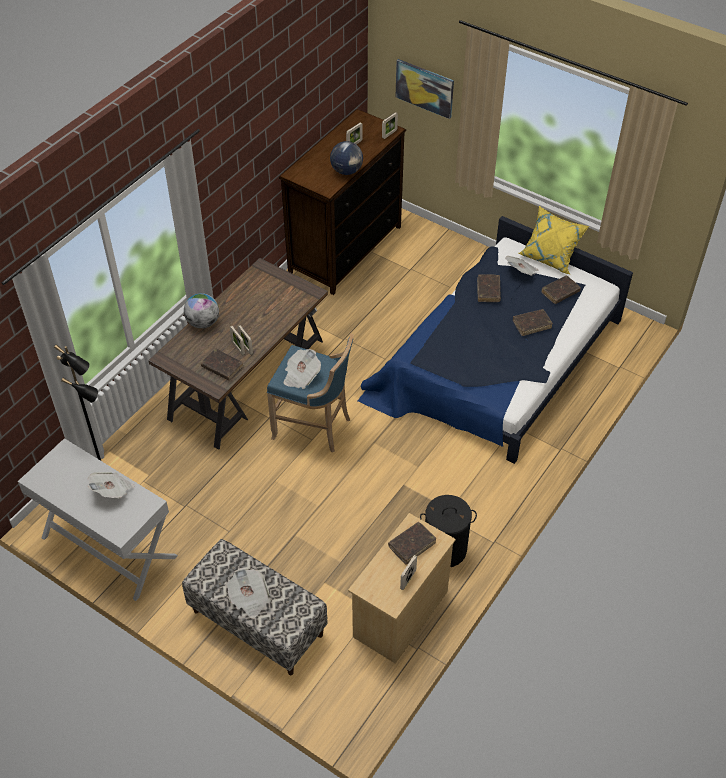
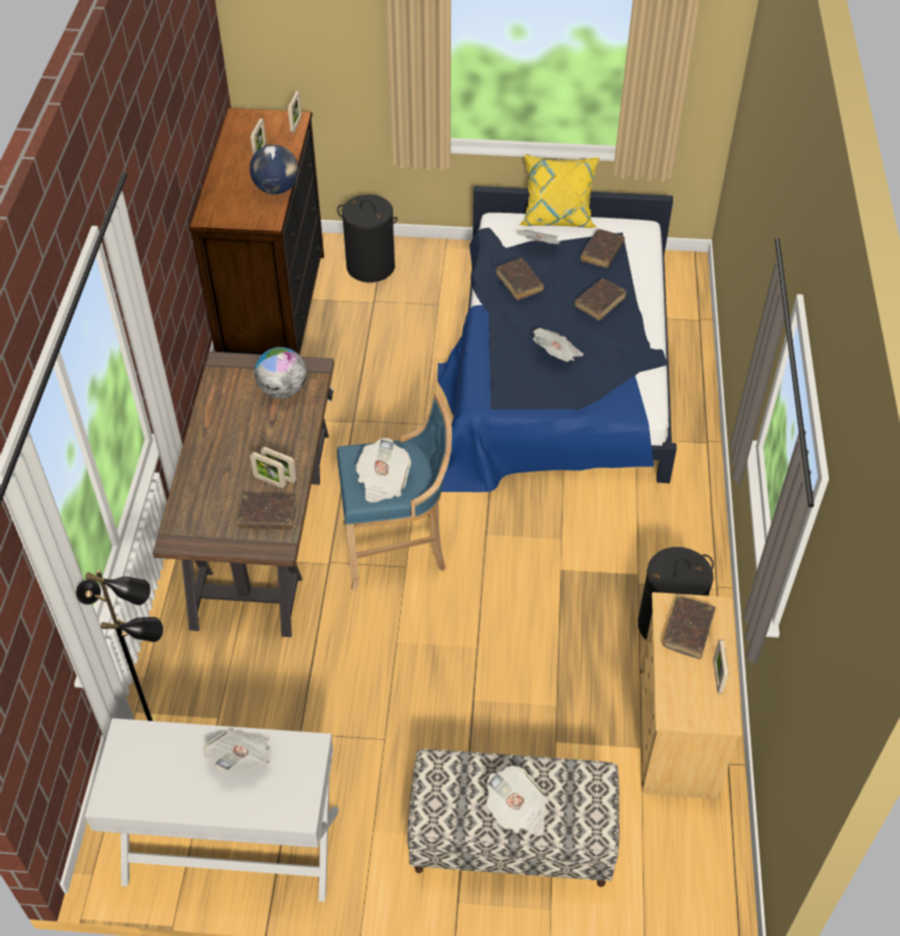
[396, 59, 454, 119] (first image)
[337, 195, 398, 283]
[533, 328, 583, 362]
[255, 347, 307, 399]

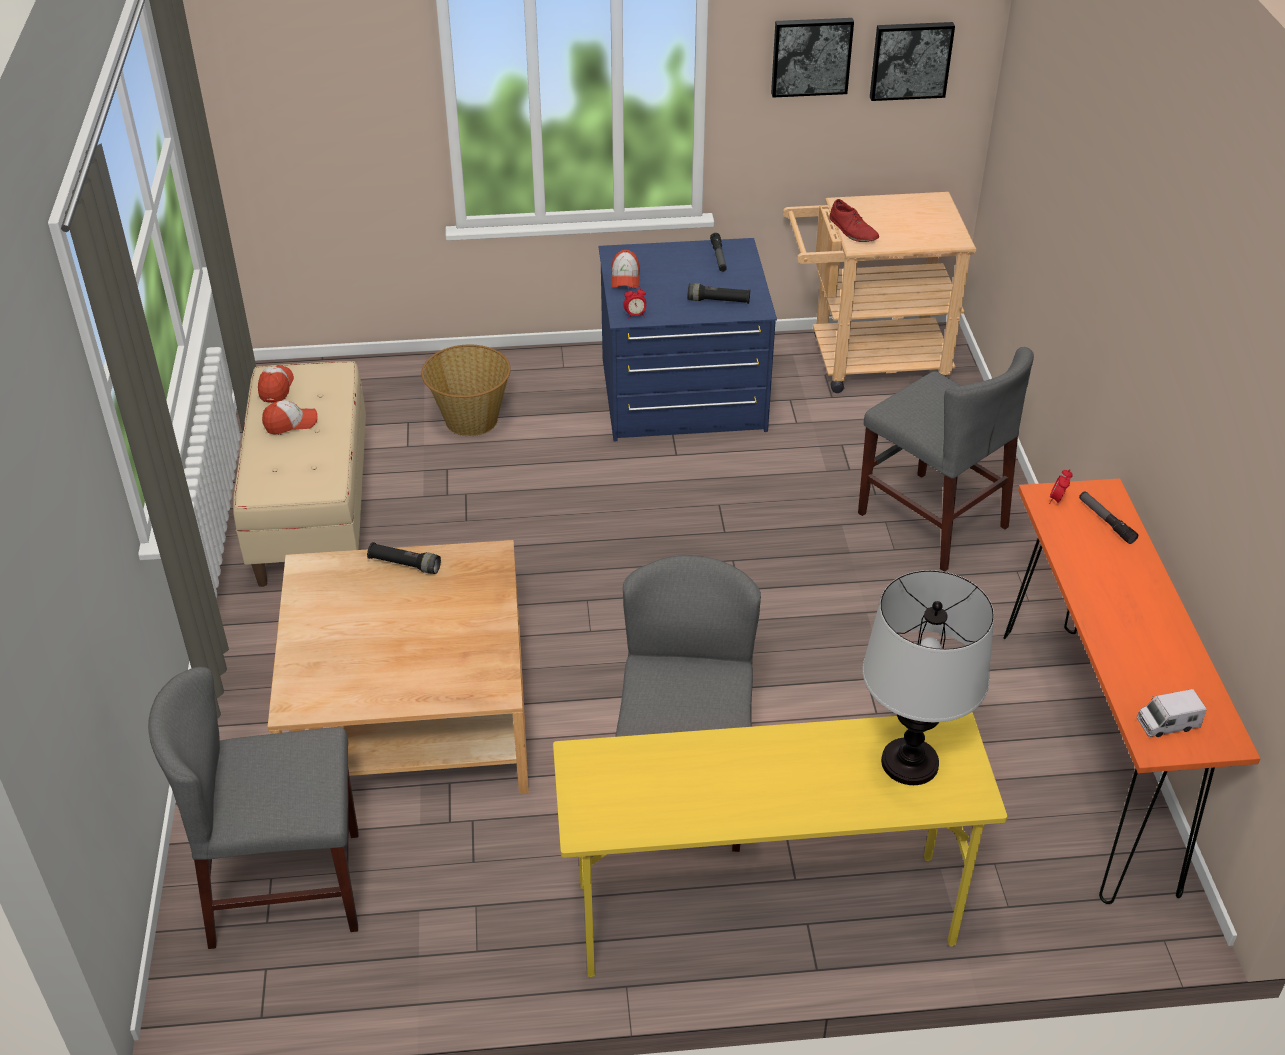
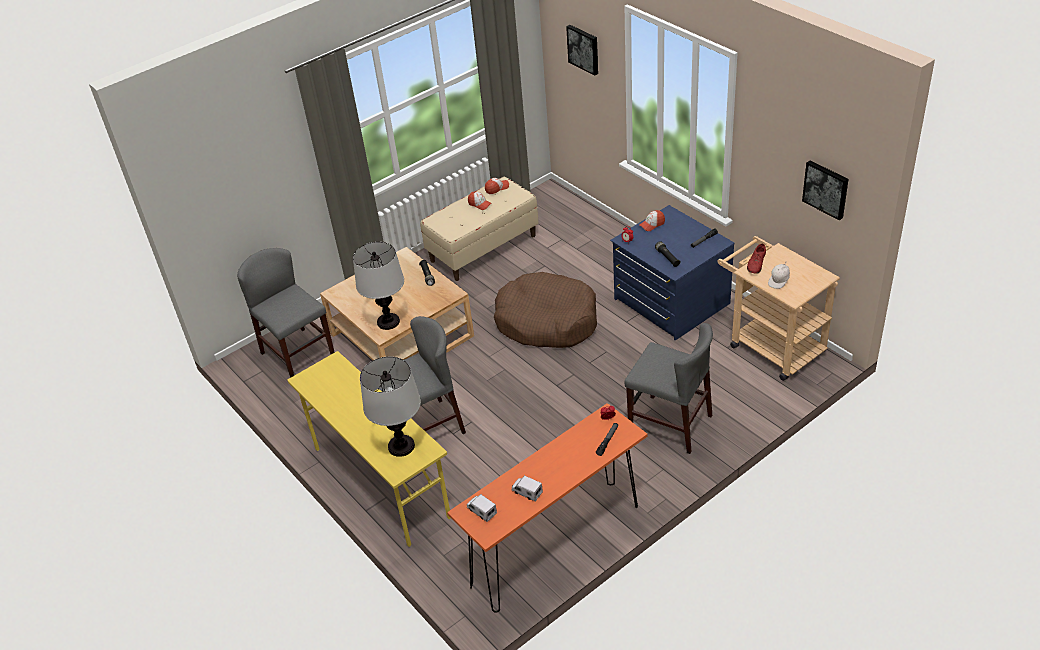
[421, 345, 511, 436] (first image)
[353, 242, 404, 330]
[494, 272, 597, 348]
[512, 476, 543, 501]
[768, 263, 790, 289]
[566, 25, 598, 75]
[625, 323, 713, 454]

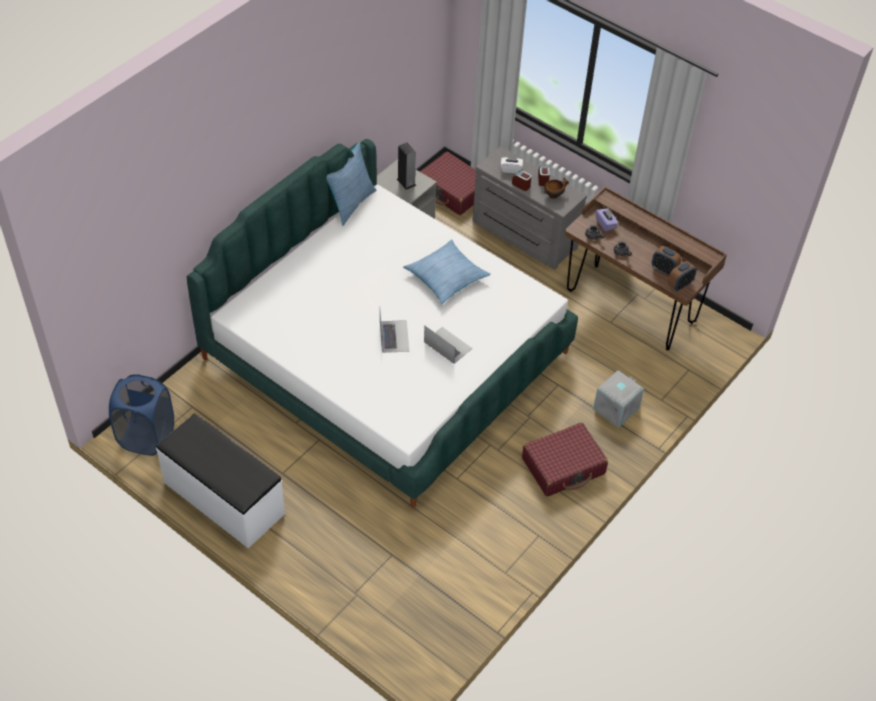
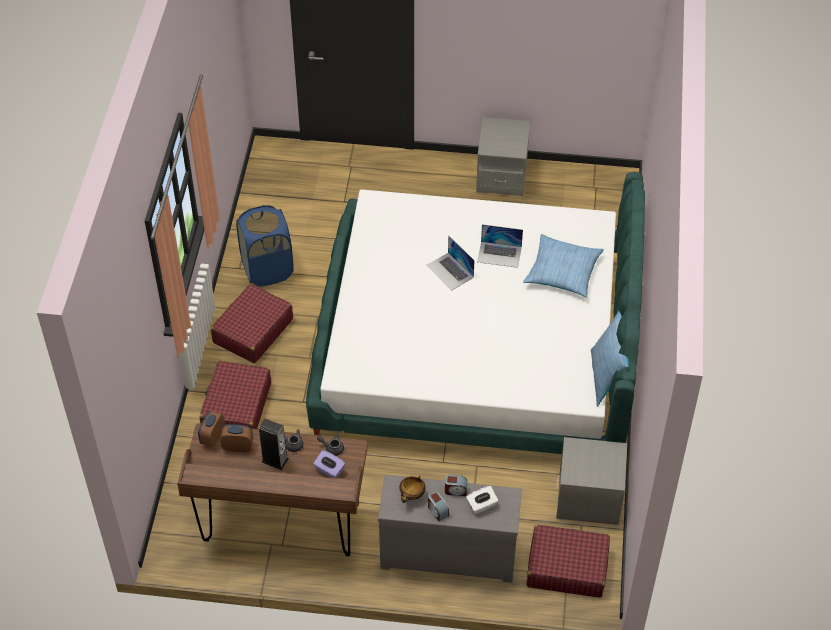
[236, 205, 294, 287]
[259, 419, 289, 470]
[523, 234, 604, 298]
[477, 224, 523, 268]
[476, 117, 530, 196]
[200, 361, 271, 429]

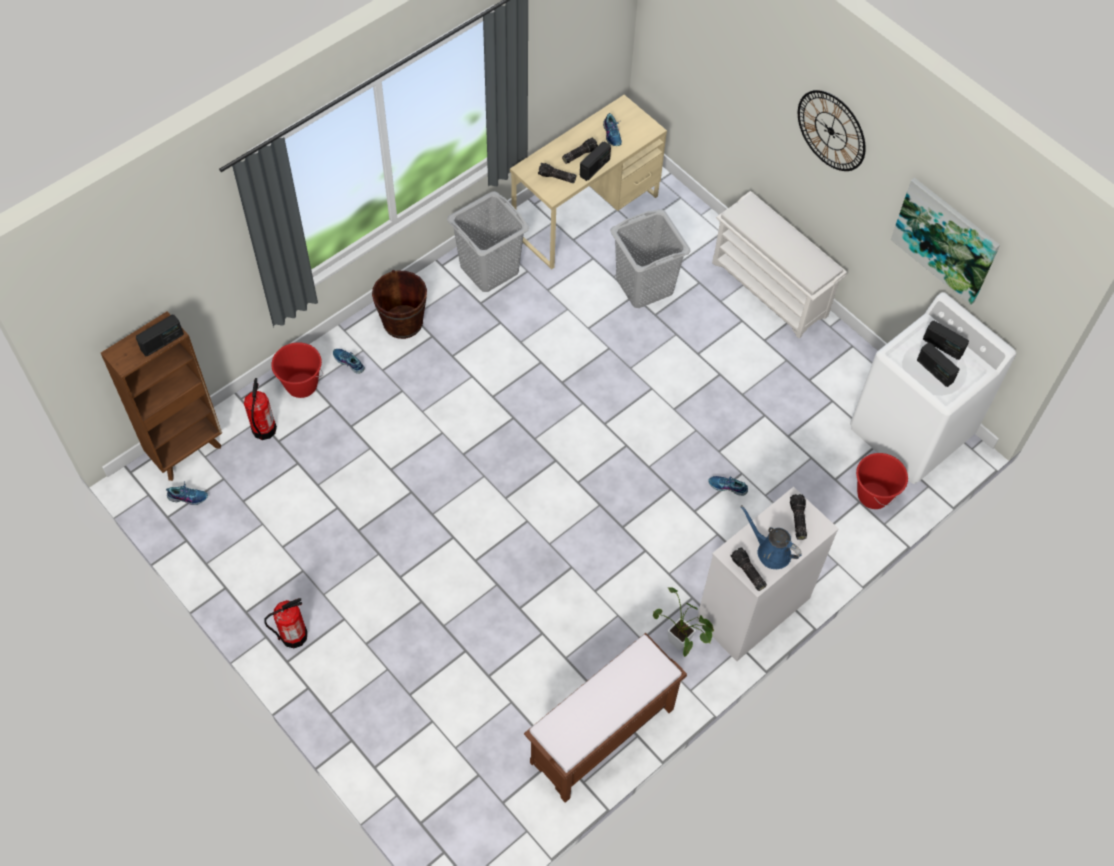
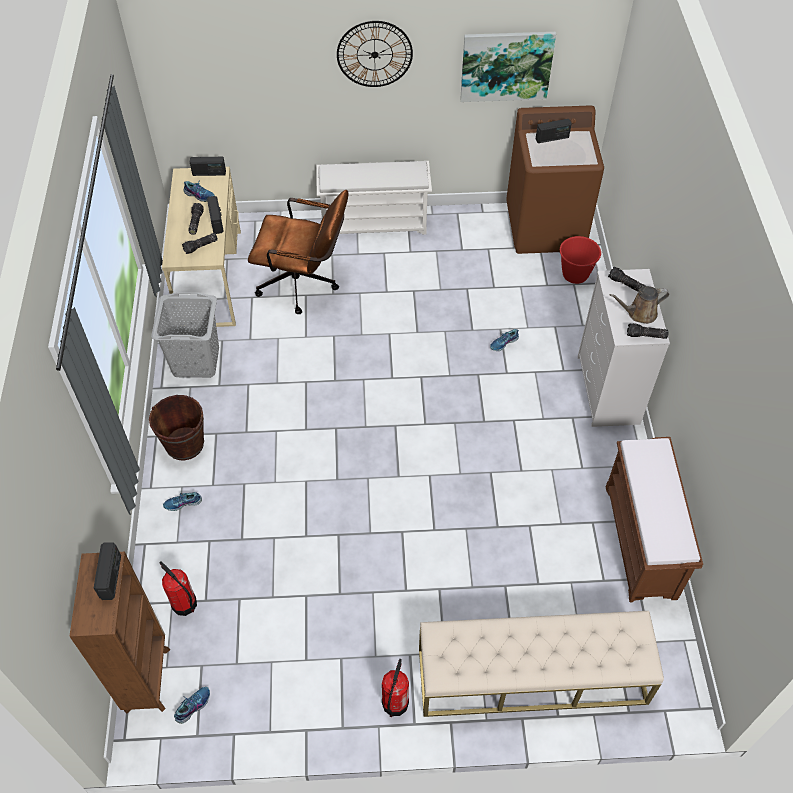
[272, 342, 323, 398] (first image)
[653, 587, 715, 657] (first image)
[419, 611, 664, 717]
[190, 157, 226, 176]
[248, 190, 349, 314]
[609, 286, 669, 324]
[506, 105, 604, 254]

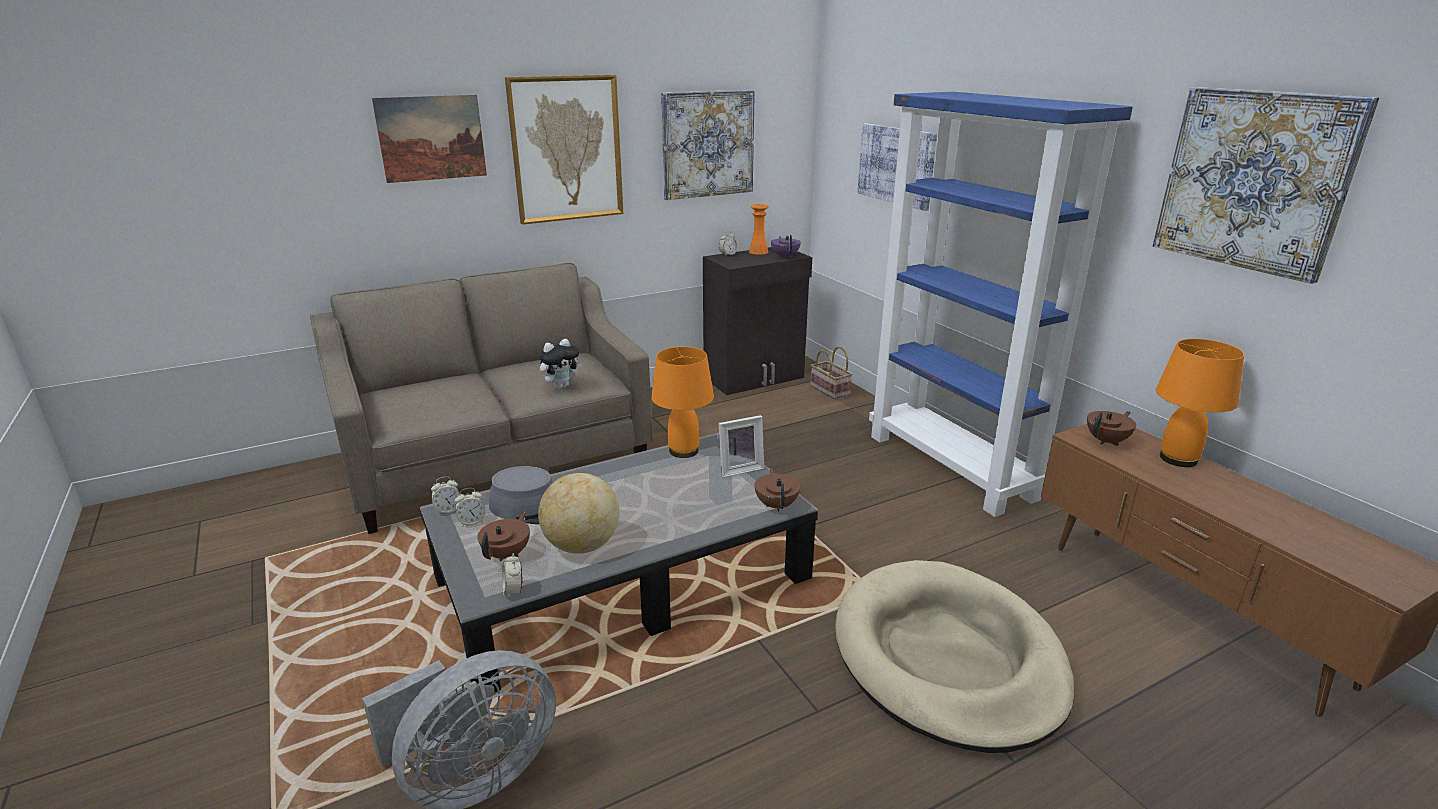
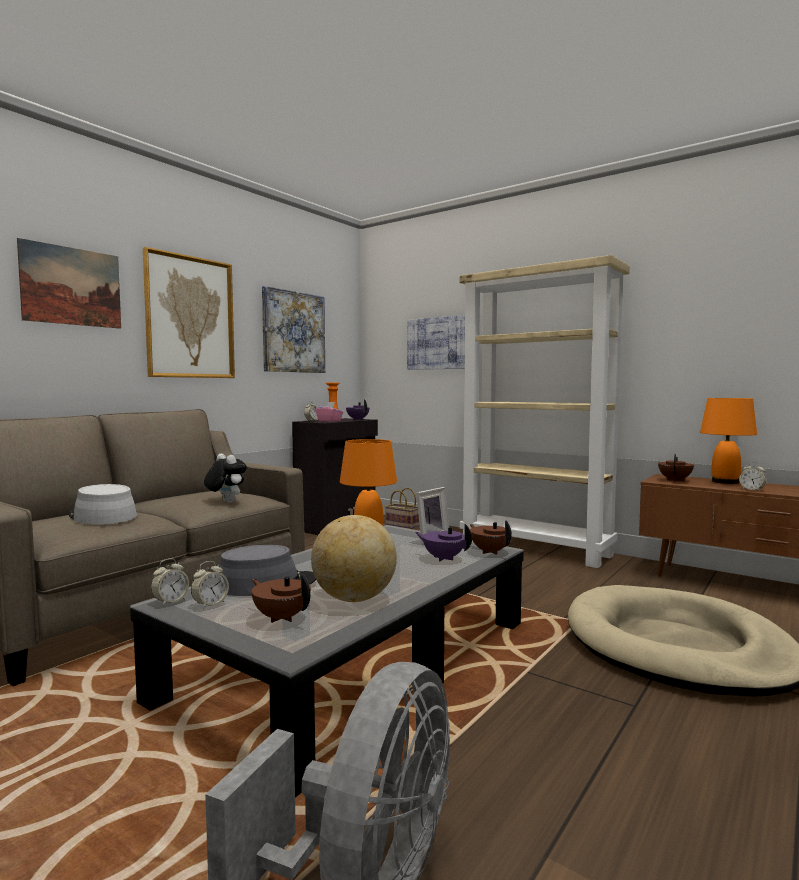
[1153, 87, 1379, 284] (first image)
[69, 484, 137, 525]
[316, 402, 343, 422]
[415, 524, 472, 561]
[739, 462, 766, 492]
[459, 255, 630, 568]
[251, 574, 311, 623]
[204, 454, 247, 503]

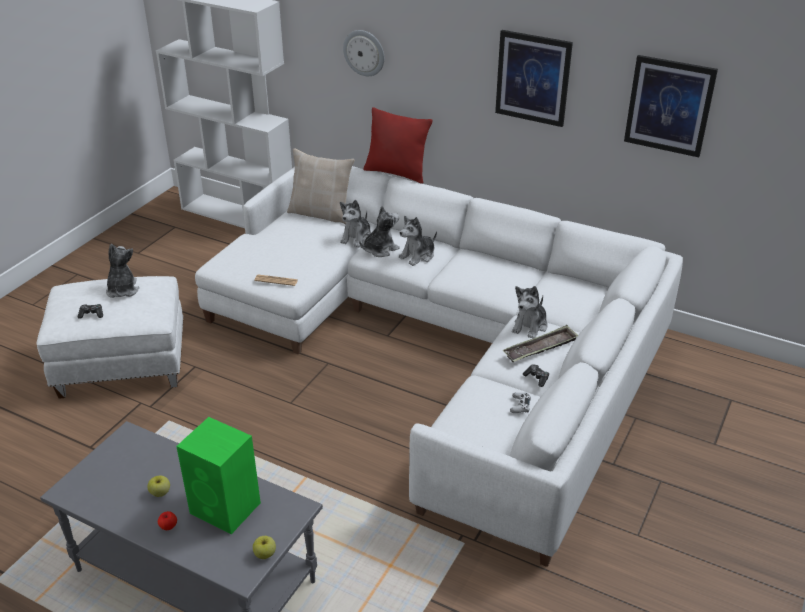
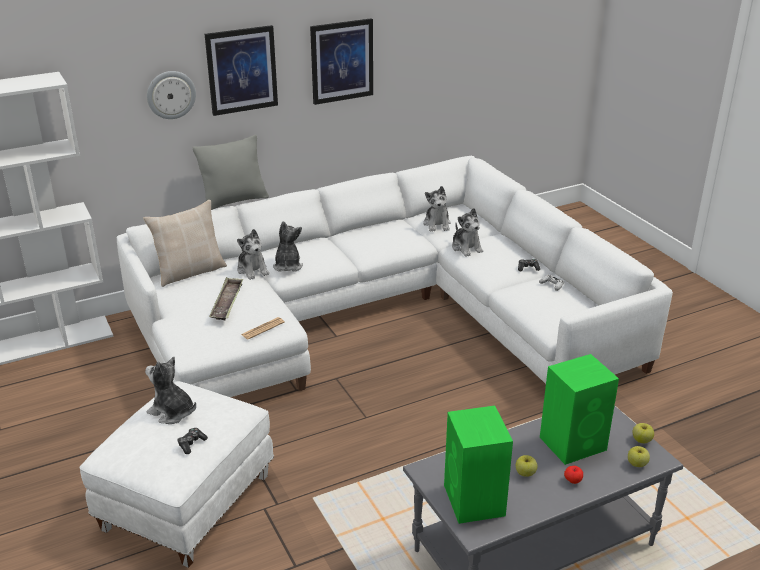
[444, 406, 513, 524]
[628, 446, 650, 467]
[423, 186, 451, 232]
[209, 277, 243, 320]
[205, 25, 278, 116]
[193, 135, 269, 210]

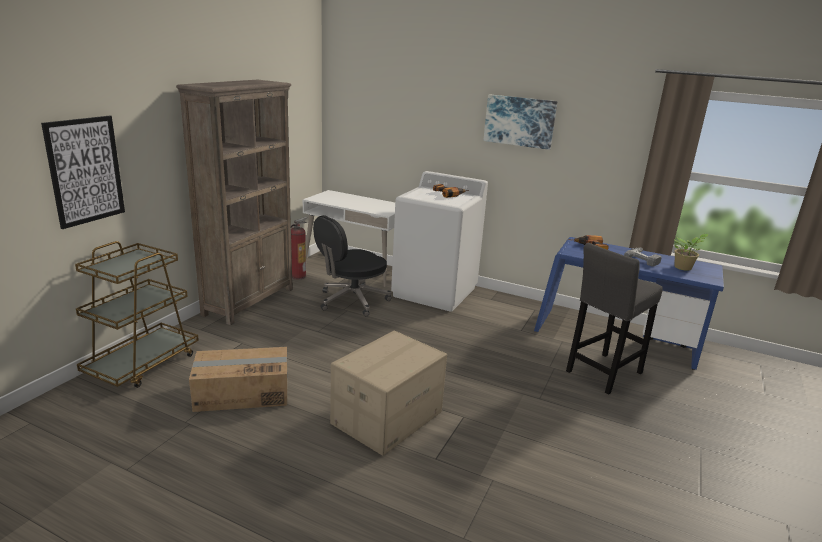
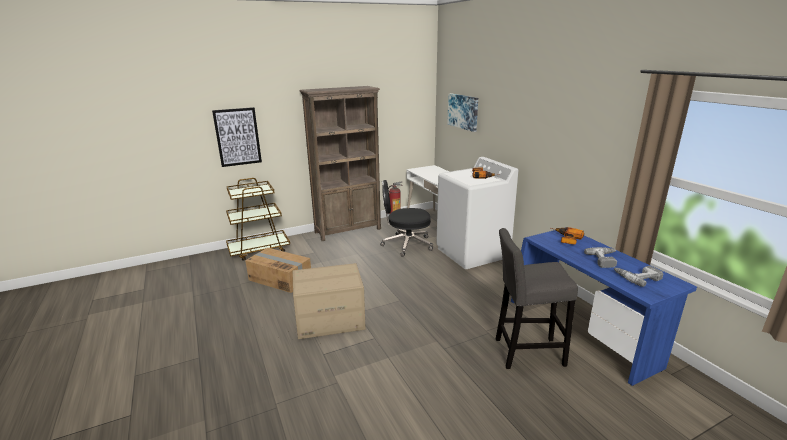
[447, 93, 478, 132]
[614, 266, 663, 287]

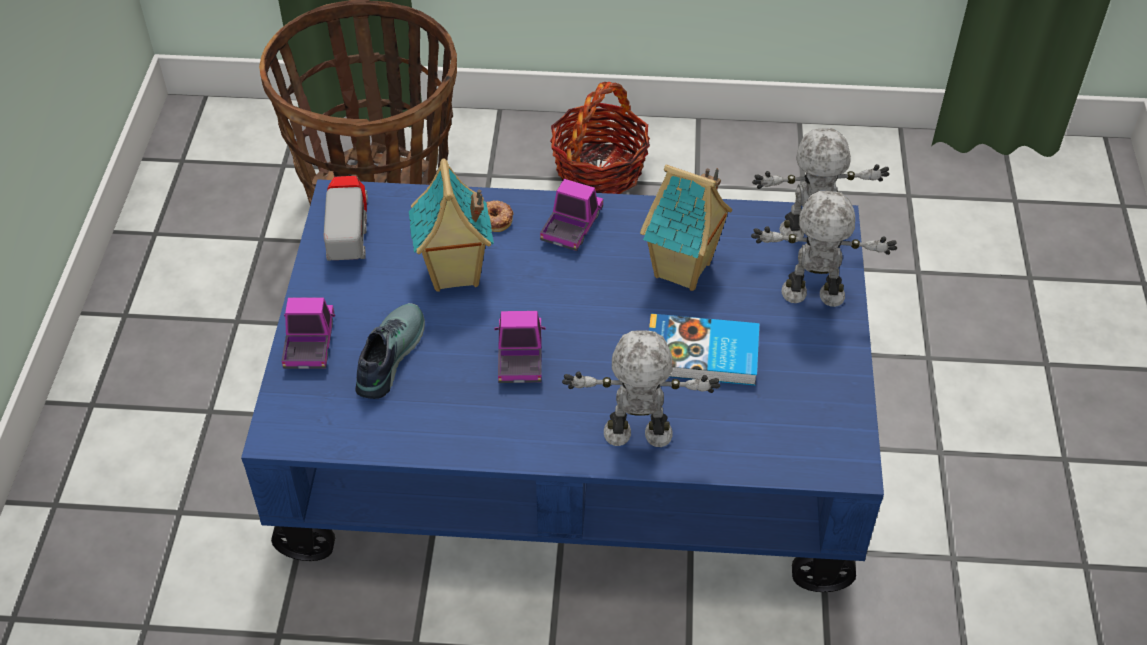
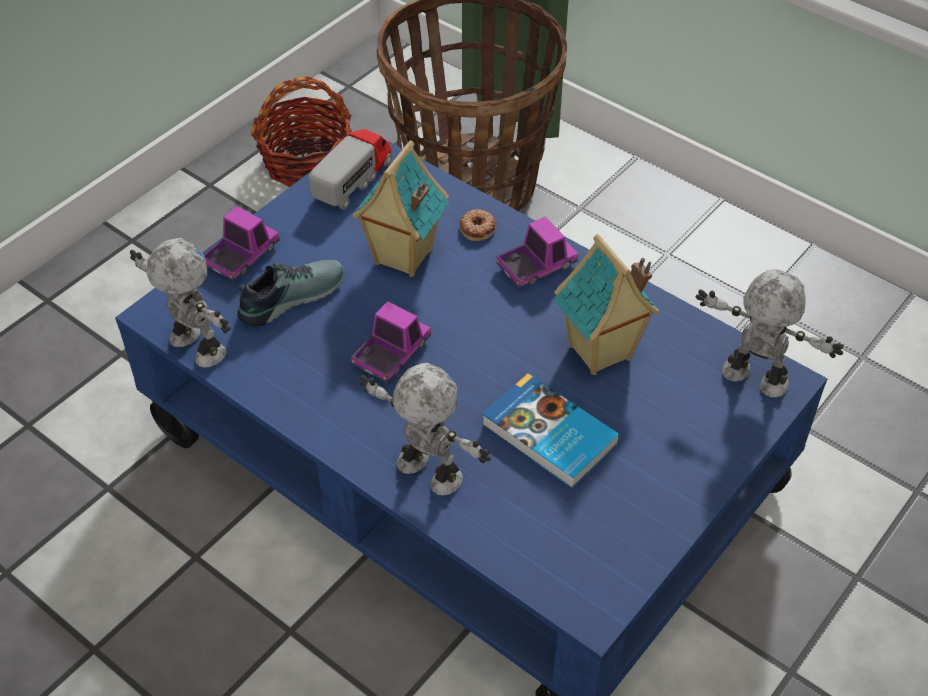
[251, 76, 352, 187]
[130, 238, 231, 367]

